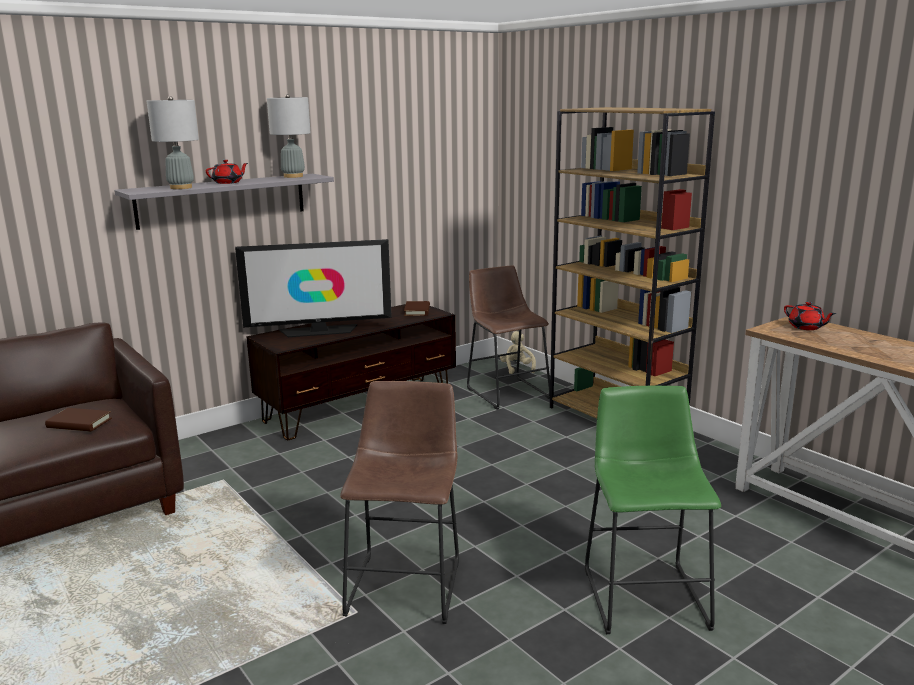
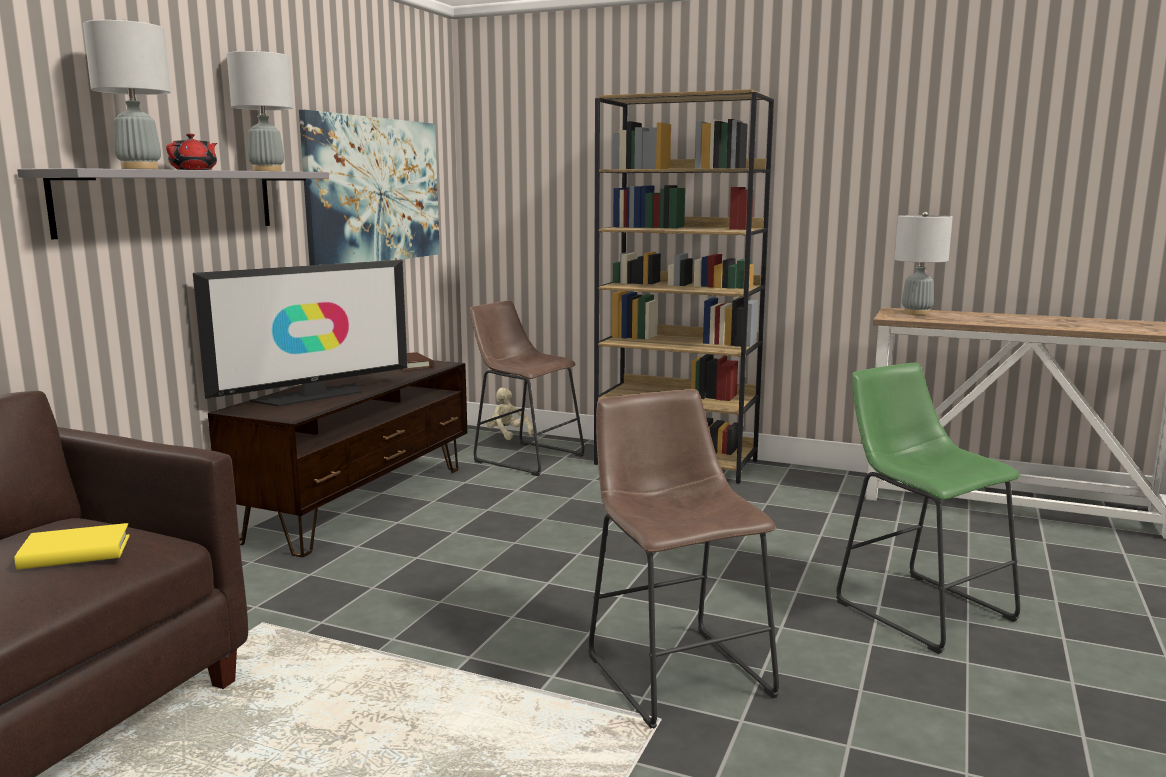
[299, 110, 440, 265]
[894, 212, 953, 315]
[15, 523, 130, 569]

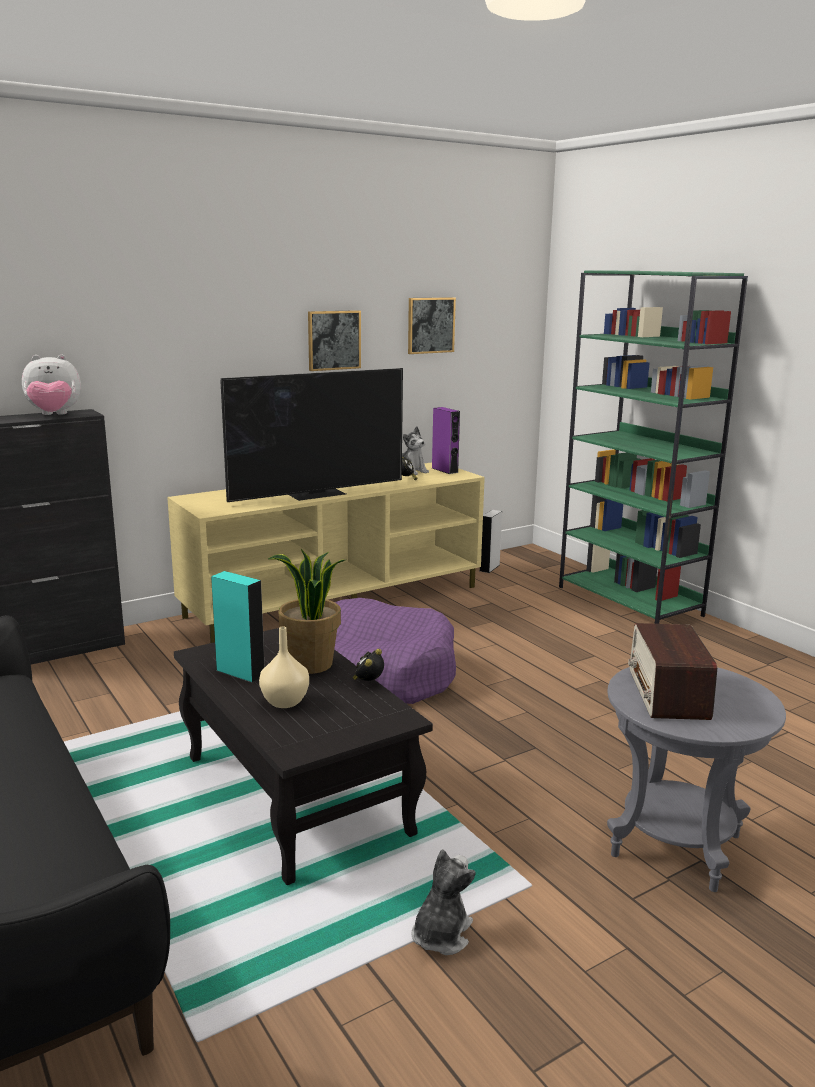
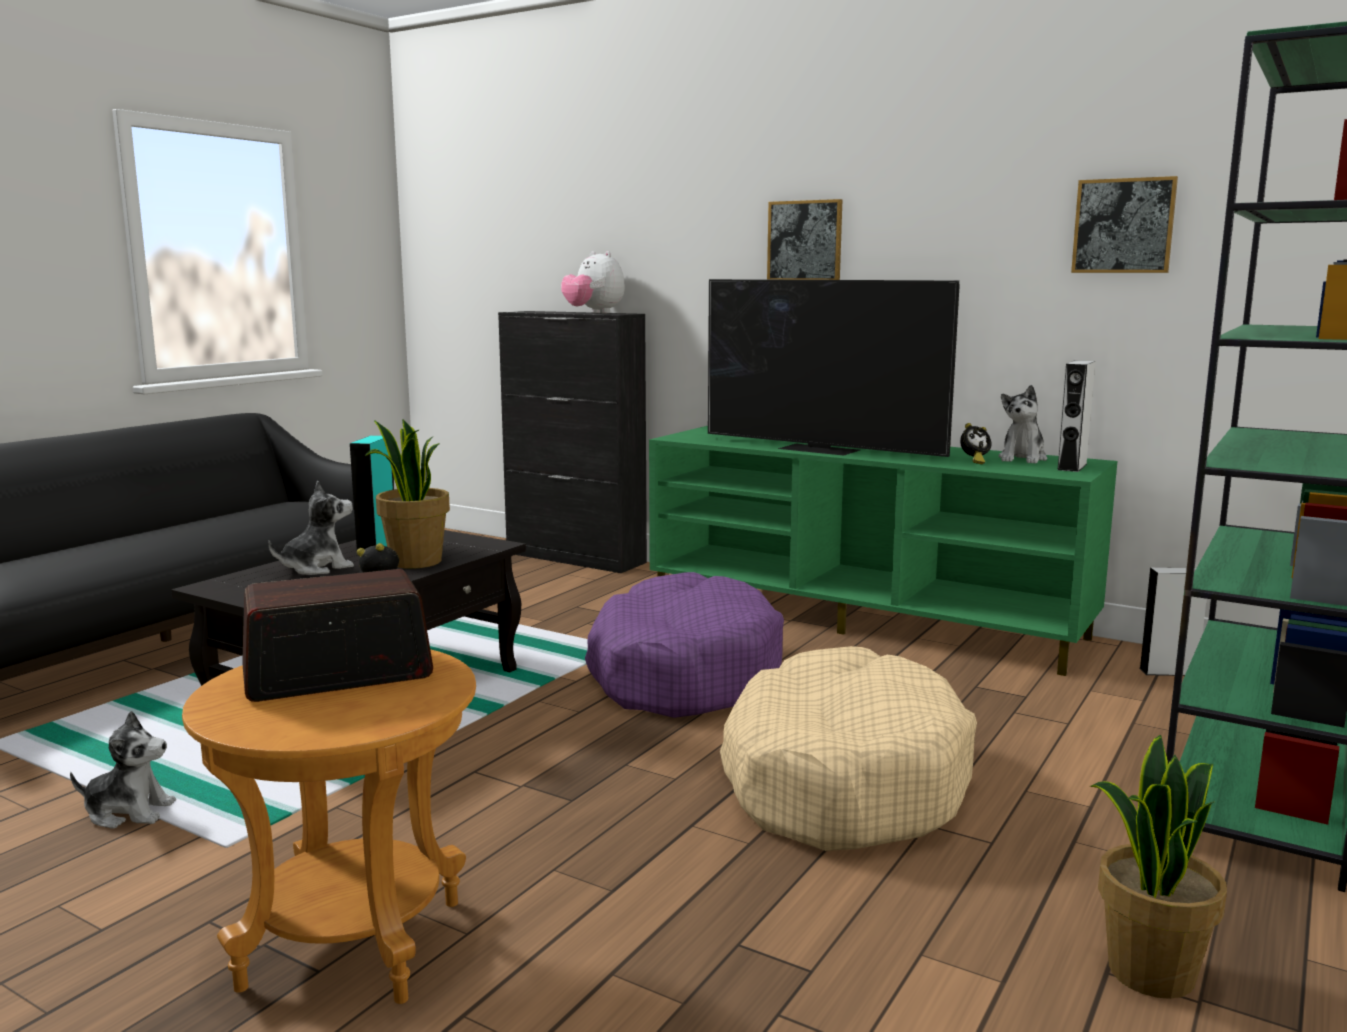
[720, 646, 977, 851]
[1090, 735, 1227, 999]
[767, 199, 842, 280]
[268, 481, 354, 575]
[649, 426, 1117, 676]
[1058, 360, 1095, 472]
[182, 649, 476, 1004]

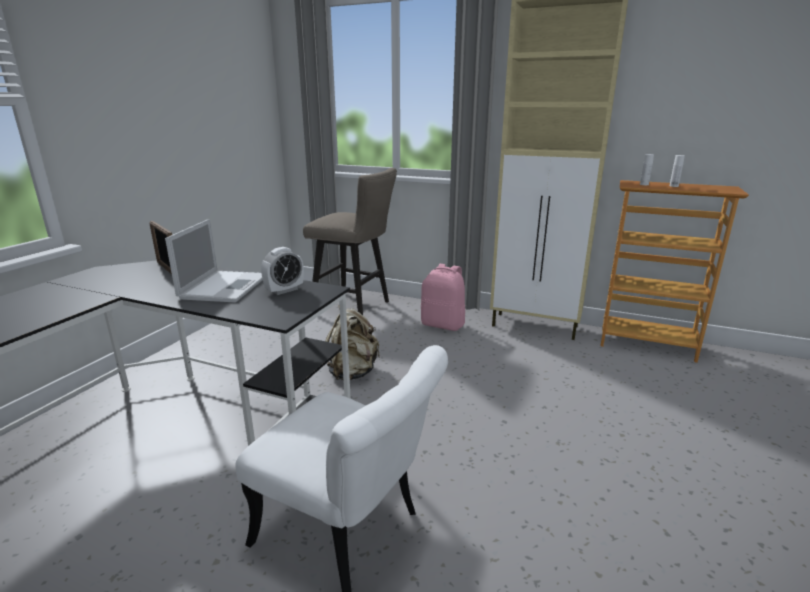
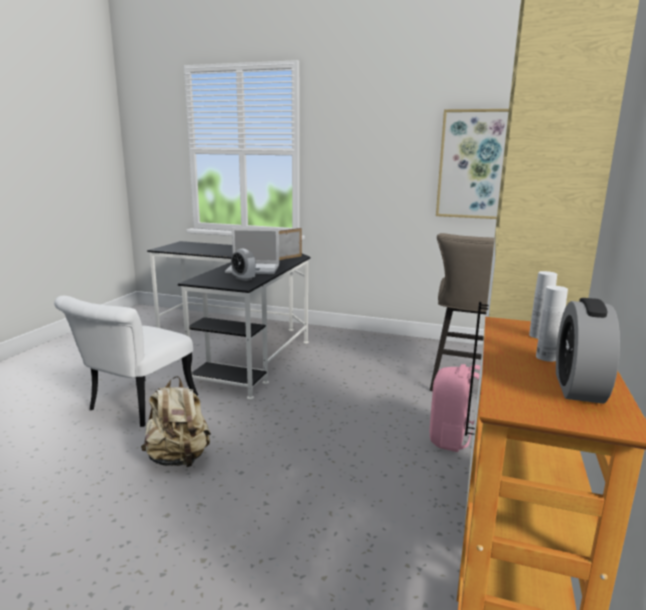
[436, 109, 509, 219]
[556, 298, 620, 404]
[141, 376, 211, 468]

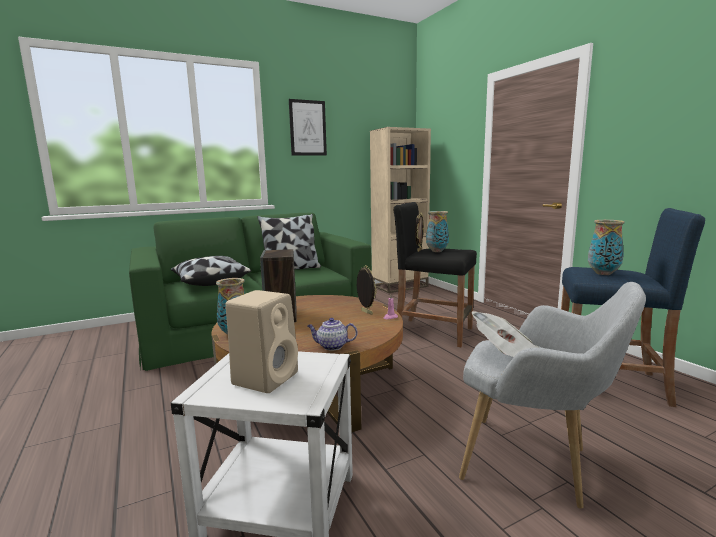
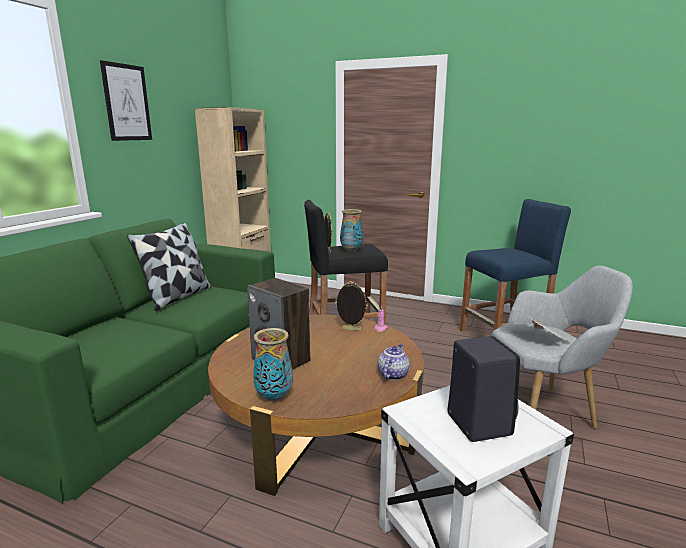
[171, 256, 251, 286] (first image)
[588, 220, 625, 275] (first image)
[448, 336, 520, 442]
[378, 344, 410, 380]

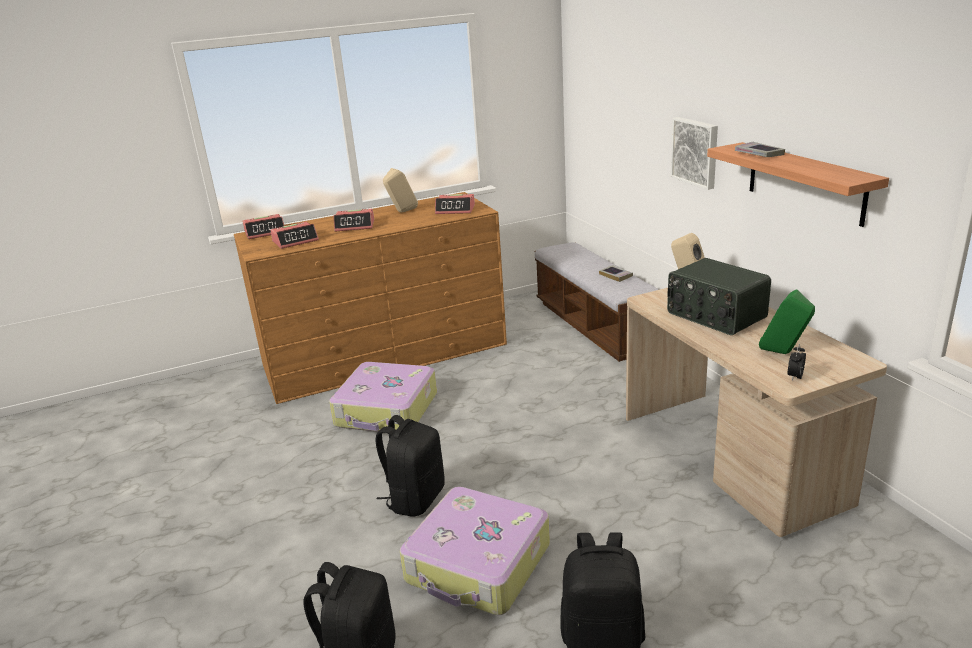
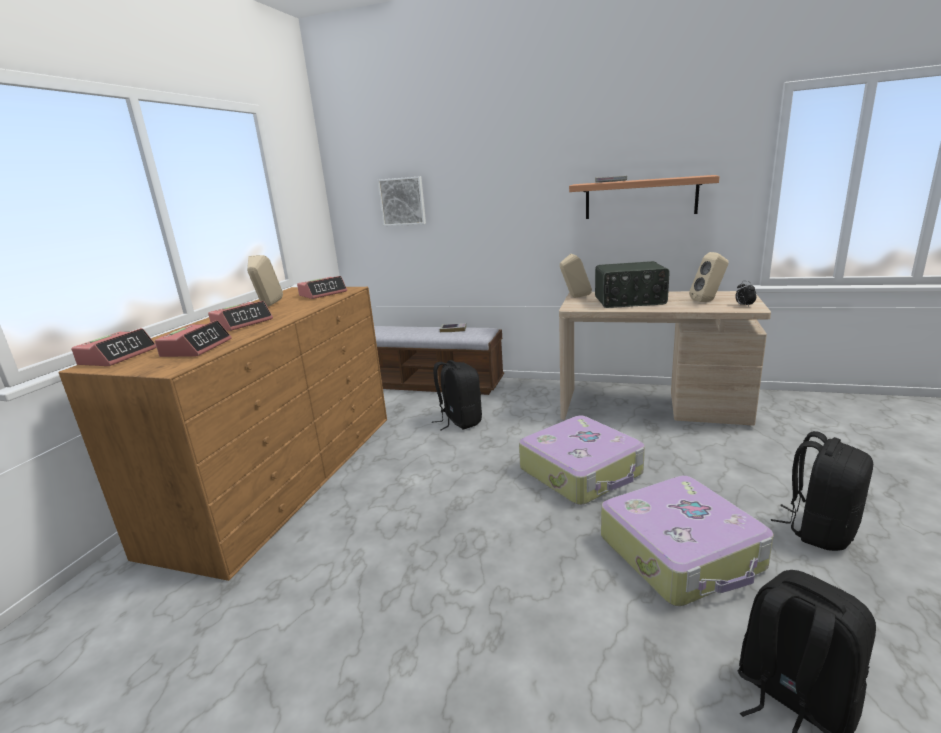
[519, 415, 645, 505]
[432, 360, 482, 431]
[378, 176, 426, 226]
[689, 252, 729, 302]

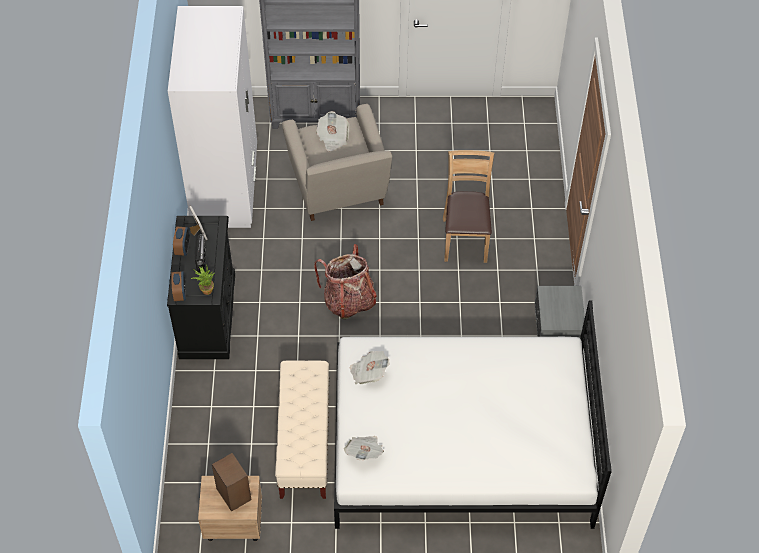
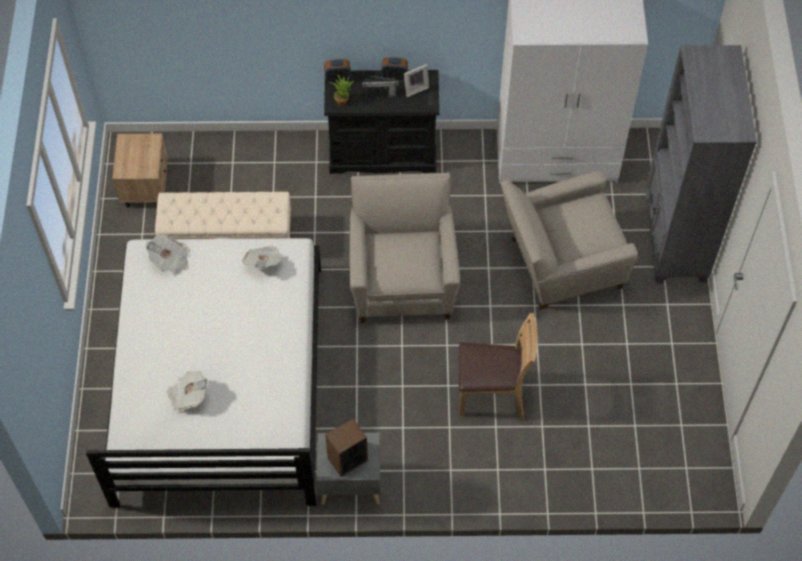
[325, 418, 368, 477]
[167, 371, 209, 411]
[350, 173, 460, 323]

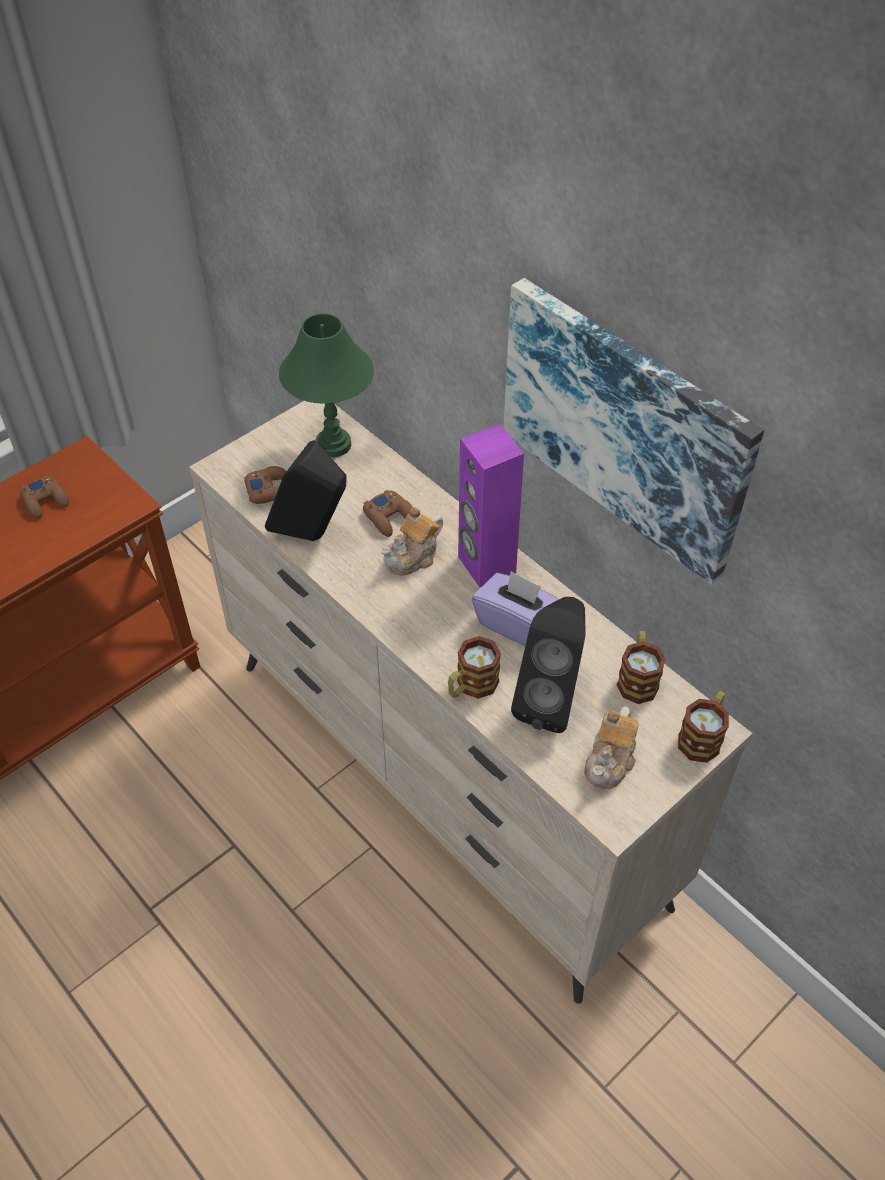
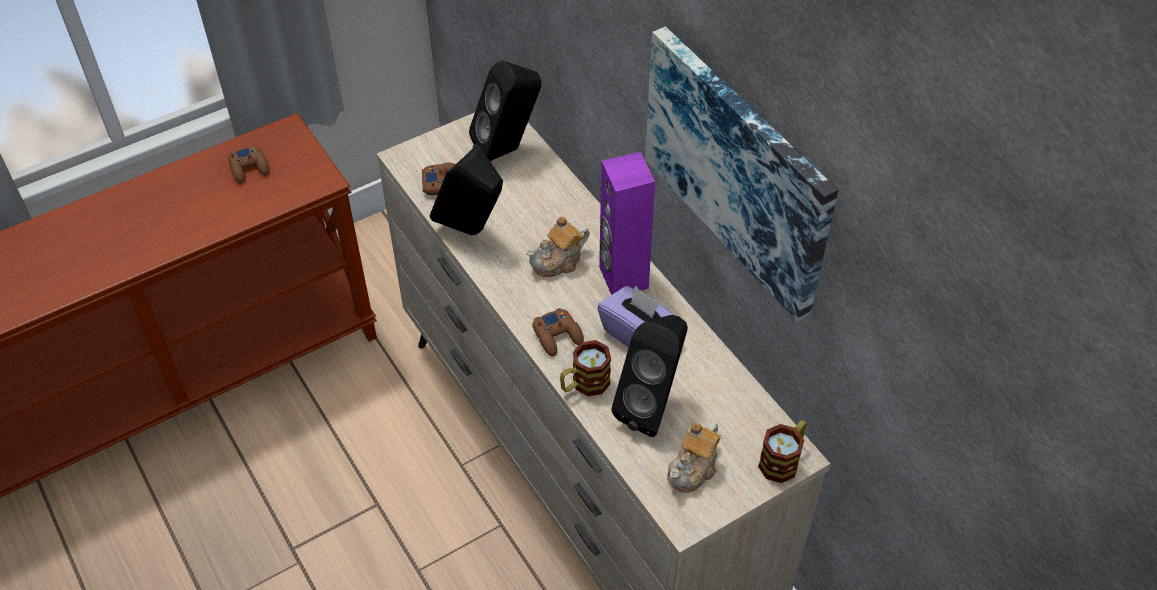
[617, 631, 666, 704] (first image)
[532, 308, 584, 357]
[469, 60, 541, 161]

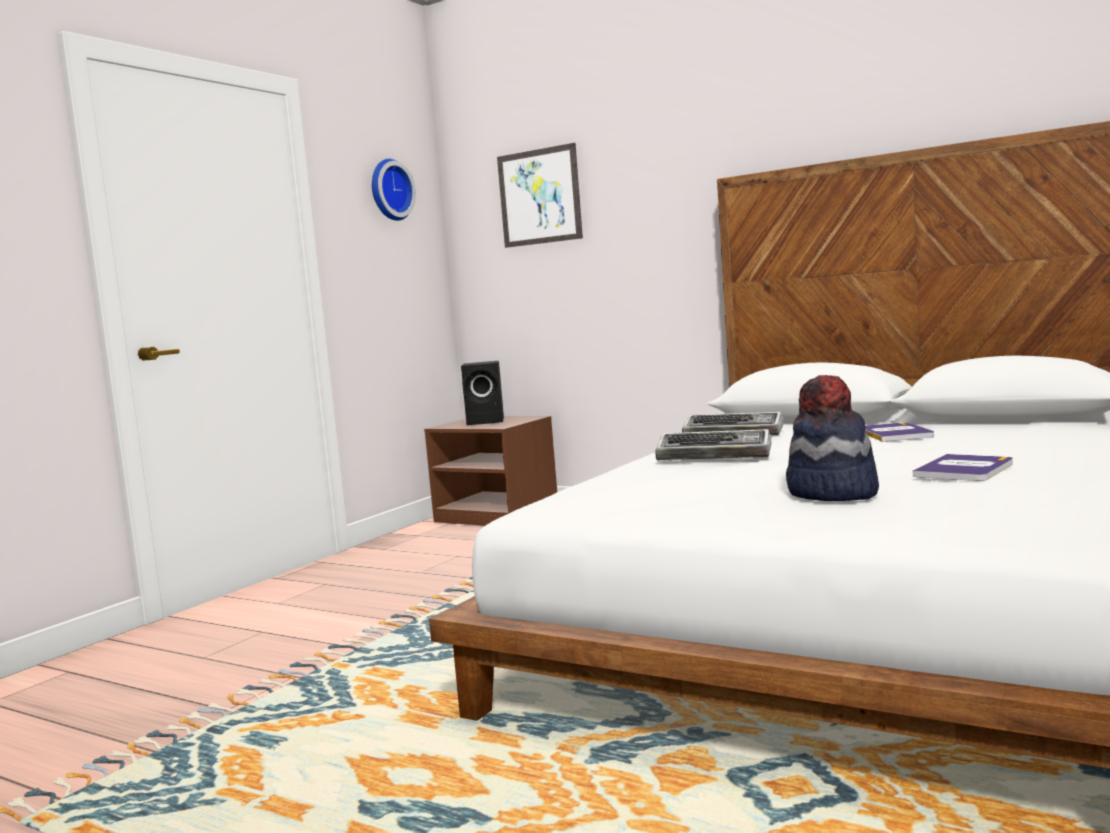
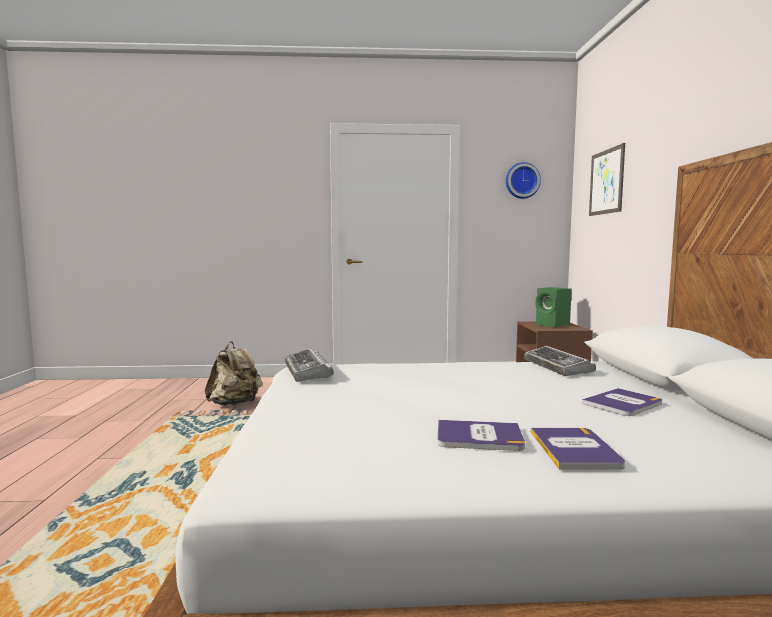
[786, 375, 879, 501] (first image)
[205, 341, 263, 406]
[531, 428, 625, 469]
[285, 348, 333, 382]
[535, 287, 572, 327]

